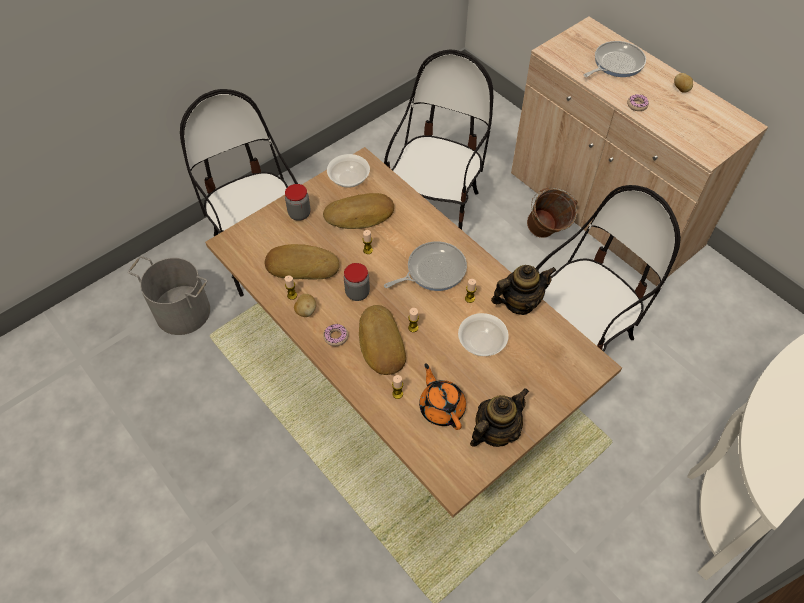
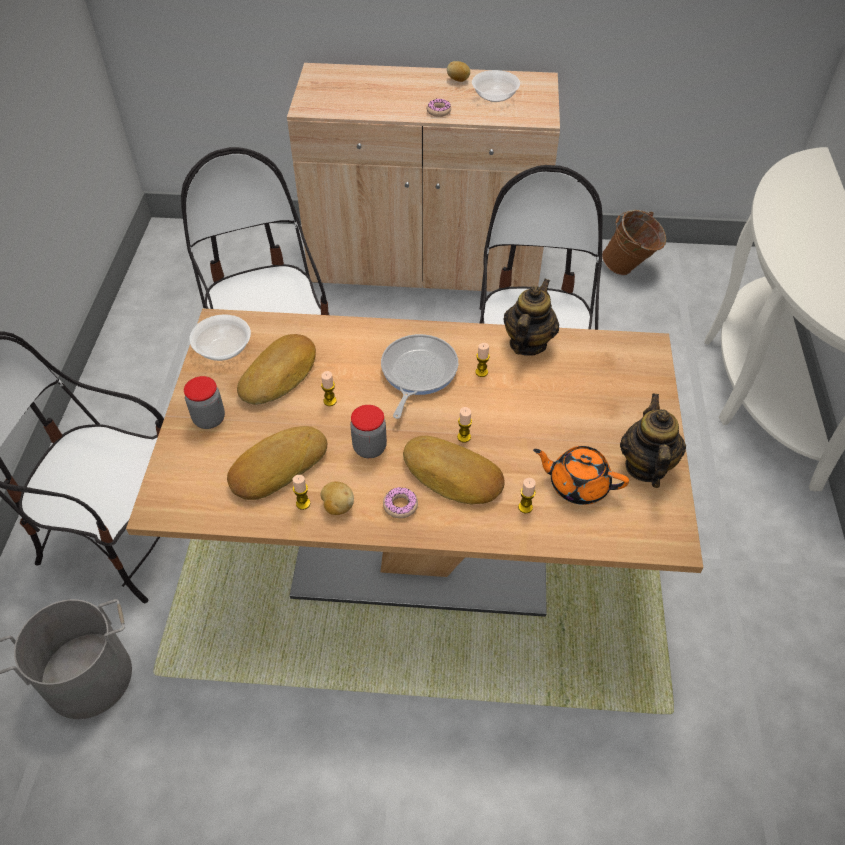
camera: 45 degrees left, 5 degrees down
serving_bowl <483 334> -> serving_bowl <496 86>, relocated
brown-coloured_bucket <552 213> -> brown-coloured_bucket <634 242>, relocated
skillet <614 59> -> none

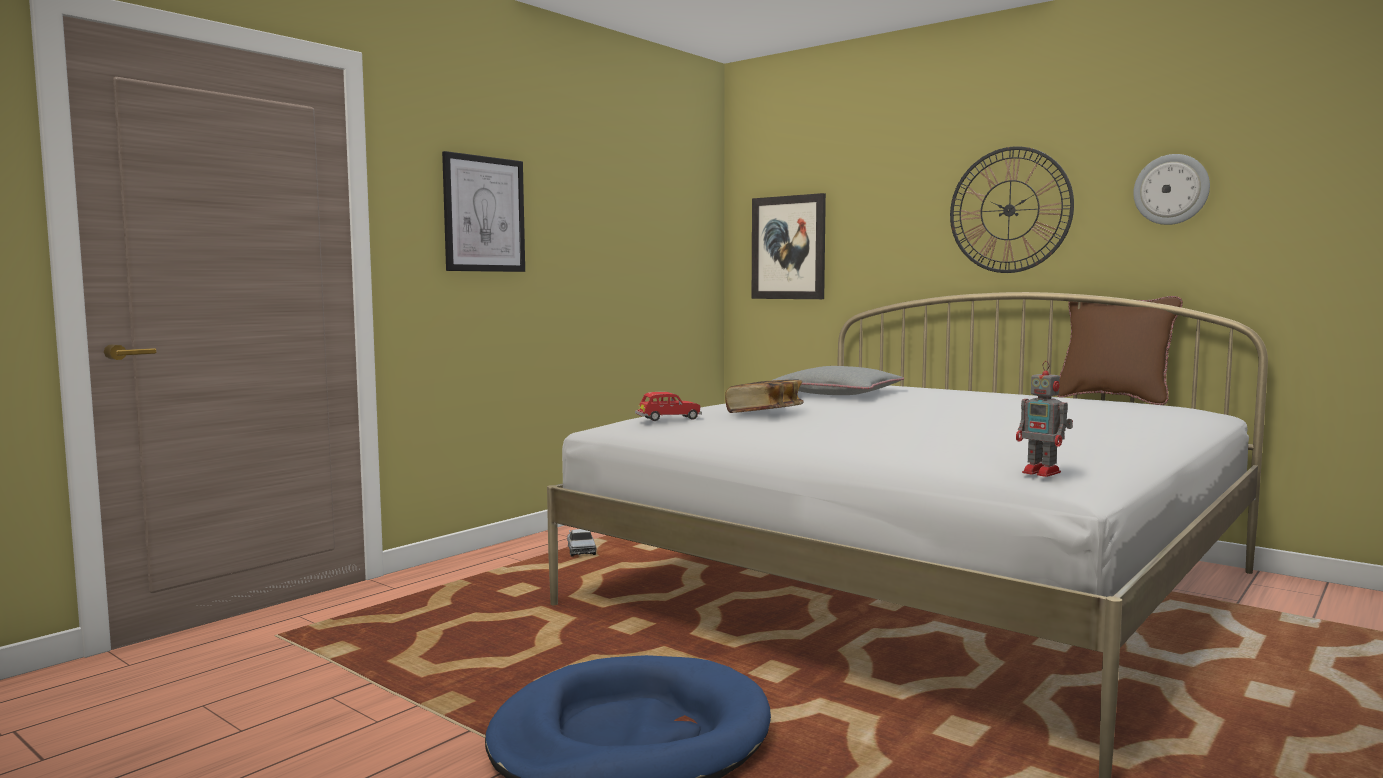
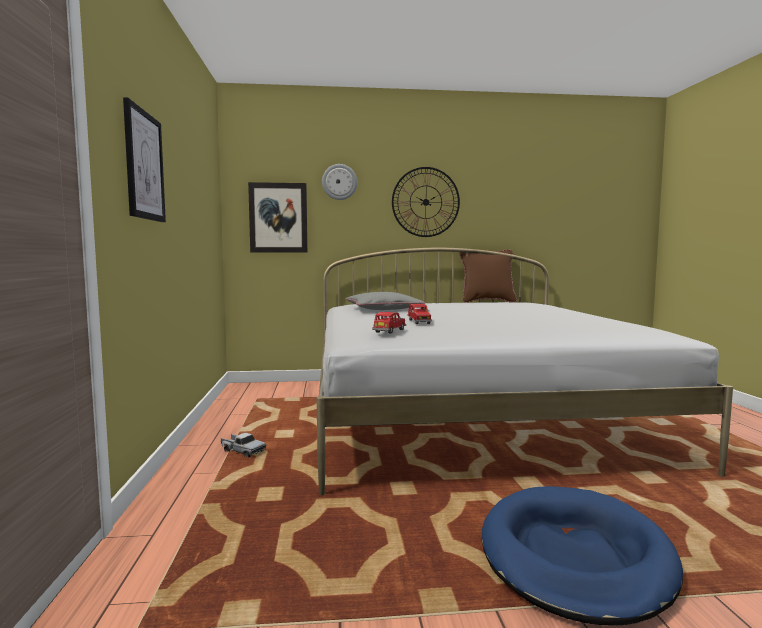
camera: 45 degrees left, 0 degrees up
volume <764 396> -> red-coloured_miniature_car <419 314>
model_robot <1044 419> -> none
hanging_clock <1171 189> -> hanging_clock <339 182>, relocated

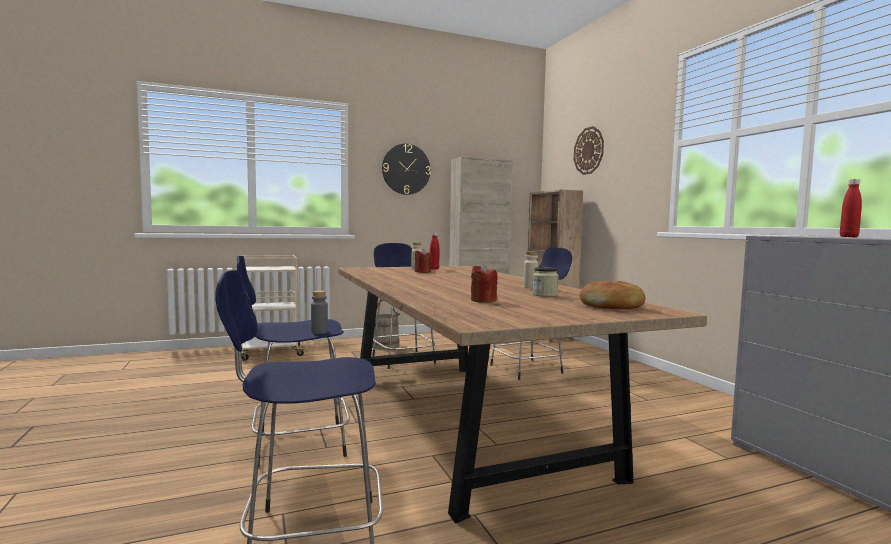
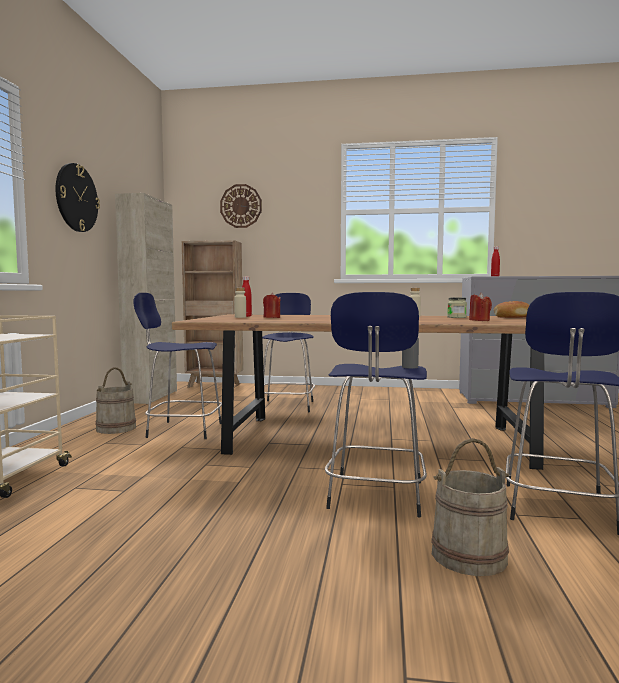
camera: 60 degrees left, 0 degrees up
none -> beige-coloured_bucket <470 507>

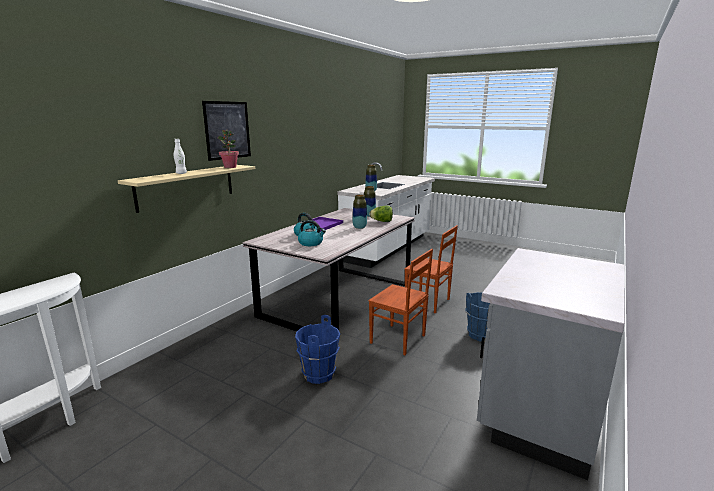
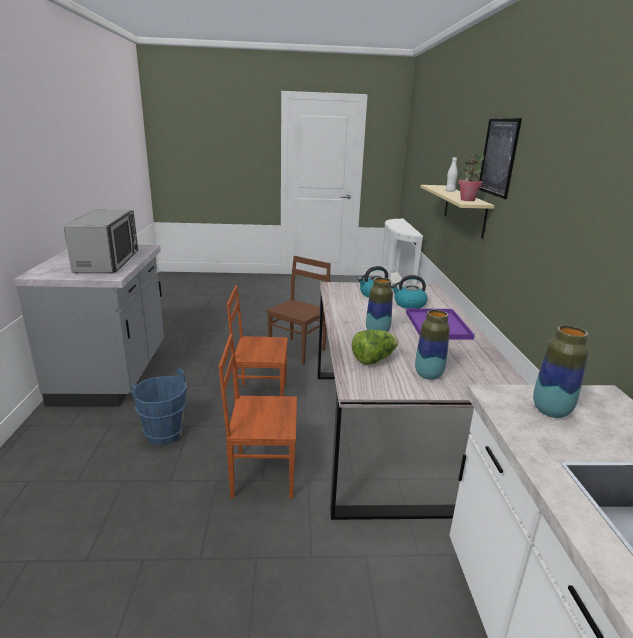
camera: 145 degrees right, 5 degrees up
blue-coloured_bucket <317 349> -> brown-coloured_chair <299 310>
none -> microwave_oven <101 241>

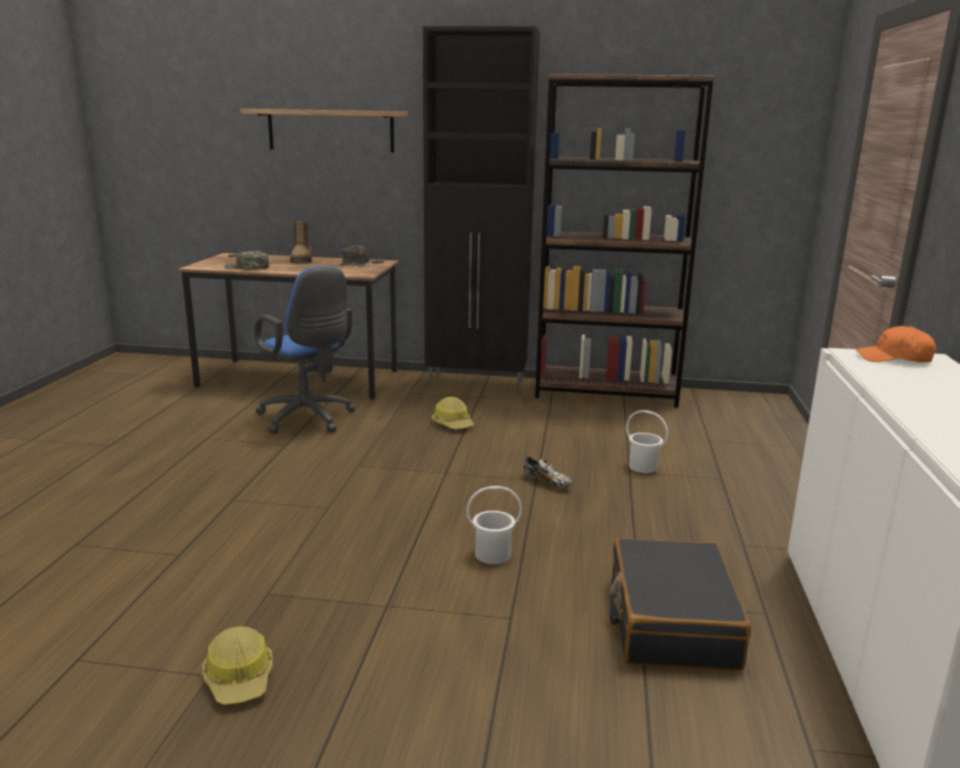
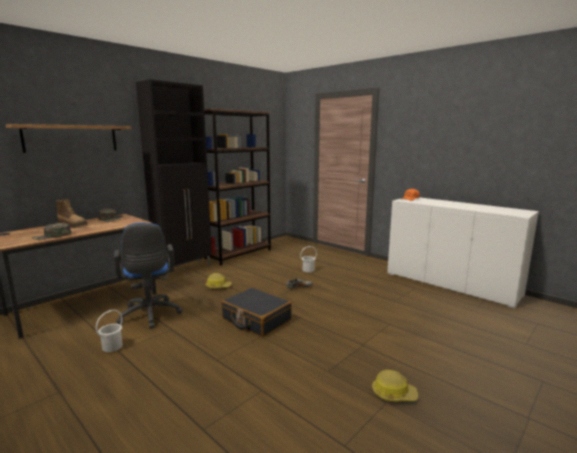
camera: 55 degrees left, 5 degrees down
blue-coloured_office_chair <305 350> -> blue-coloured_office_chair <148 276>, 75 degrees clockwise
white_bucket <494 525> -> white_bucket <109 331>, relocated
black-coloured_suitcase <680 604> -> black-coloured_suitcase <256 312>, relocated

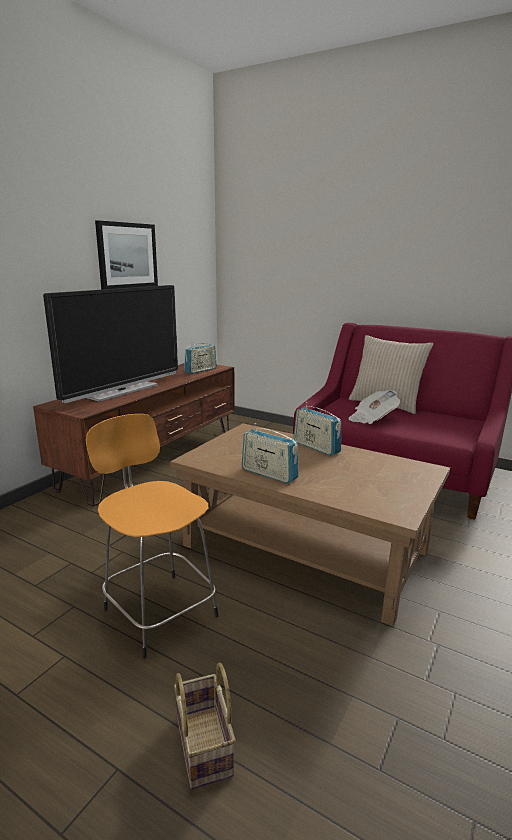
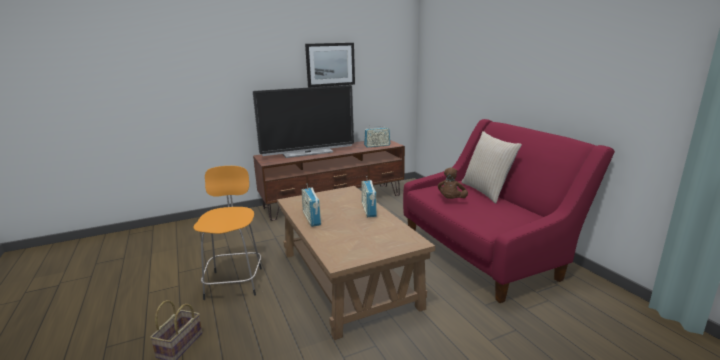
camera: 35 degrees right, 0 degrees up
newspaper <374 407> -> brown-coloured_cuddly_toy <453 183>

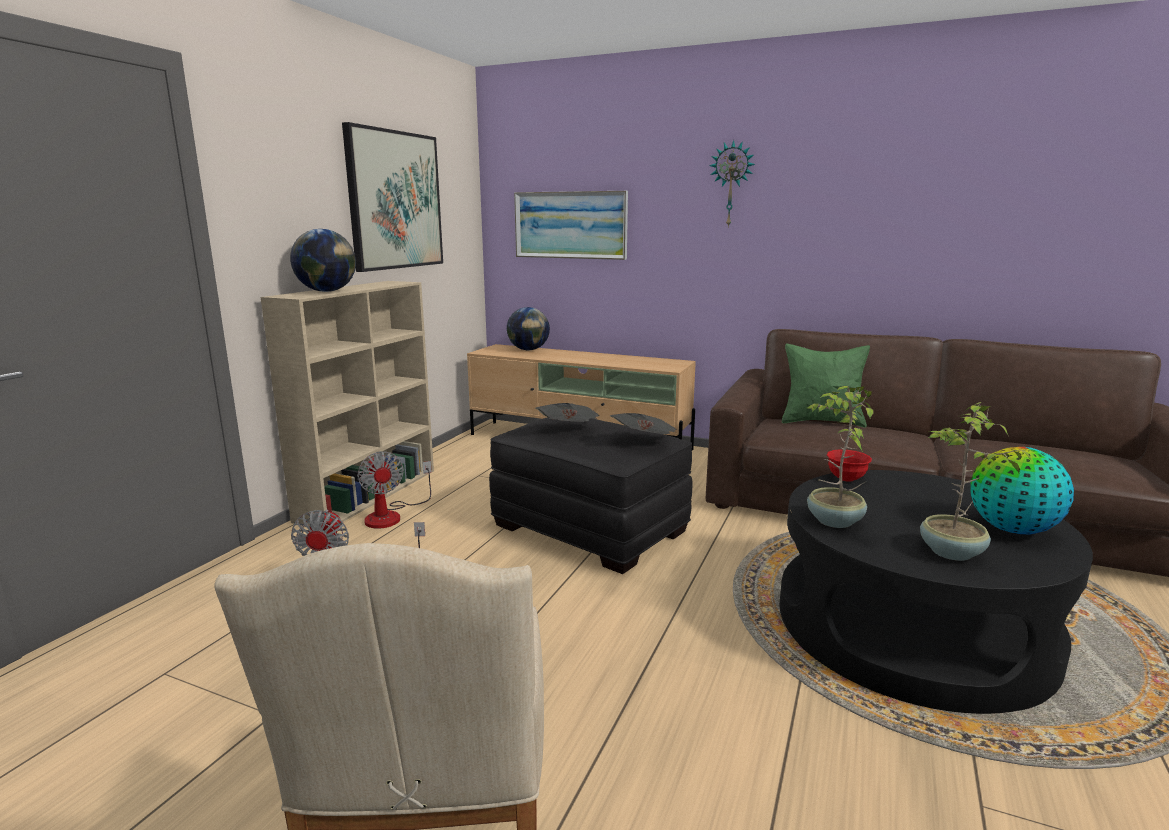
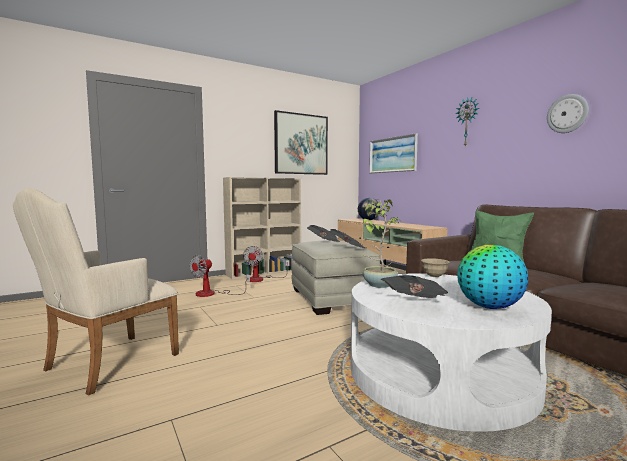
camera: 35 degrees right, 10 degrees down
desk_globe <323 260> -> none
black-coloured_ottoman <590 495> -> beige-coloured_ottoman <335 277>
black-coloured_coffee_table <936 592> -> white_coffee_table <451 352>
red-coloured_serving_bowl <849 465> -> beige-coloured_serving_bowl <435 267>
potted_plant <975 481> -> newspaper <414 286>
none -> hanging_clock <568 113>

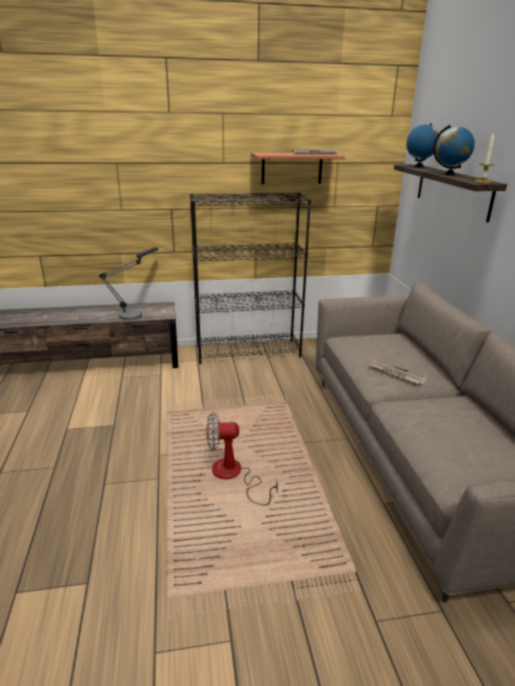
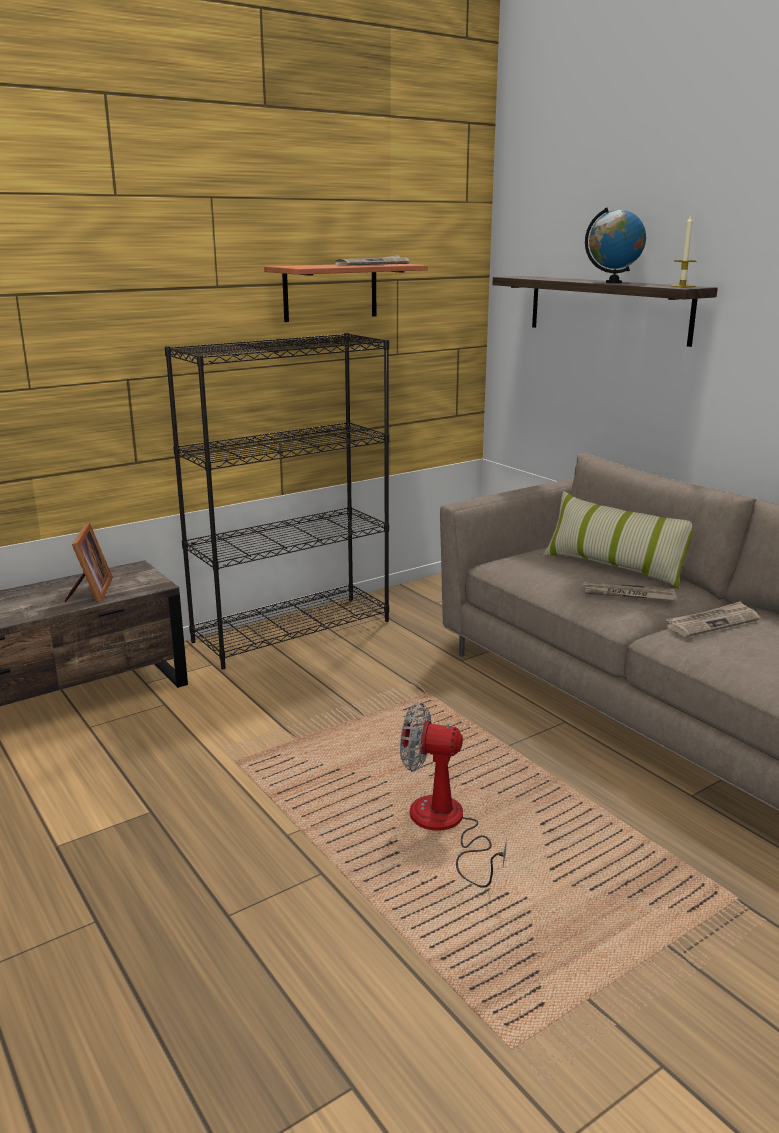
camera: 25 degrees left, 5 degrees down
table_lamp <128 283> -> picture_frame <88 563>
cooling_fan <242 459> -> cooling_fan <453 795>, 45 degrees clockwise
desk_globe <423 145> -> none
none -> cushion <618 540>
none -> newspaper <713 619>

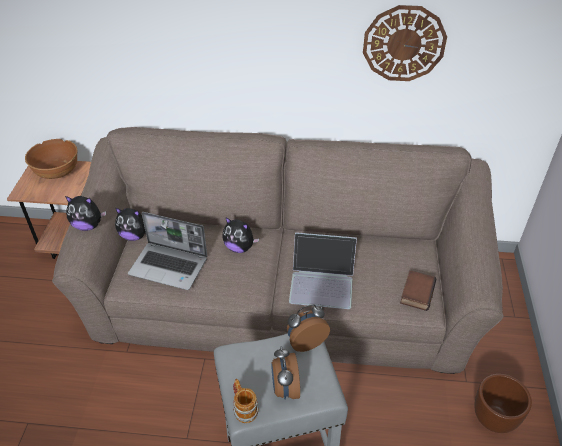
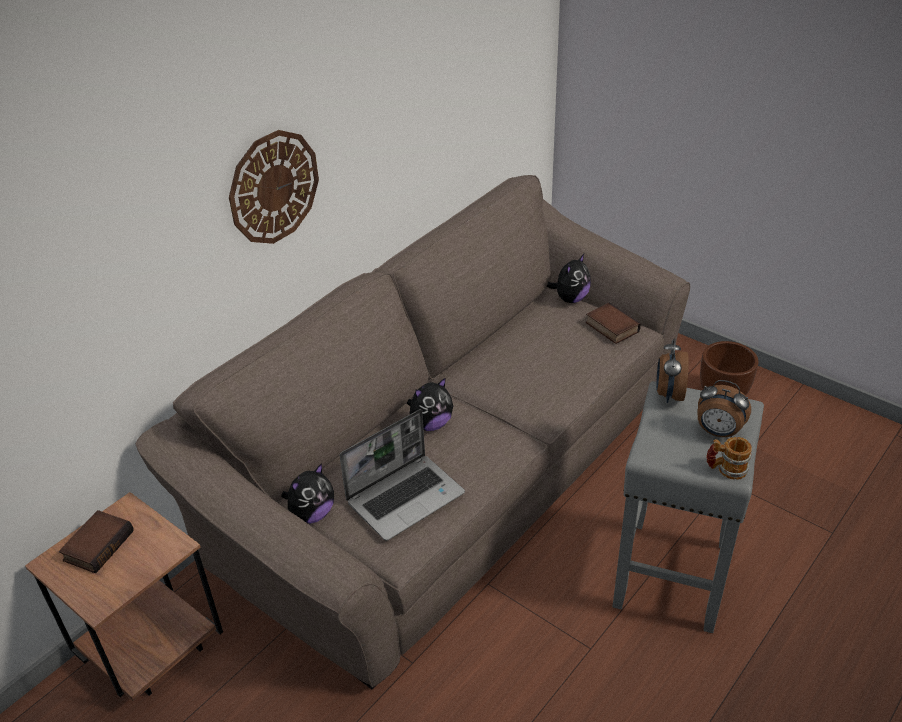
camera: 55 degrees left, 5 degrees down
brown-coloured_serving_bowl <51 159> -> volume <96 541>
cuddly_toy <85 213> -> cuddly_toy <569 278>, relocated
laptop <323 270> -> none
hanging_clock <405 43> -> hanging_clock <274 187>, relocated

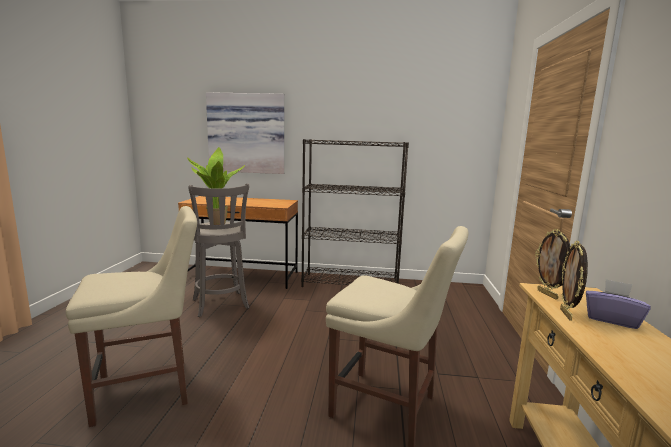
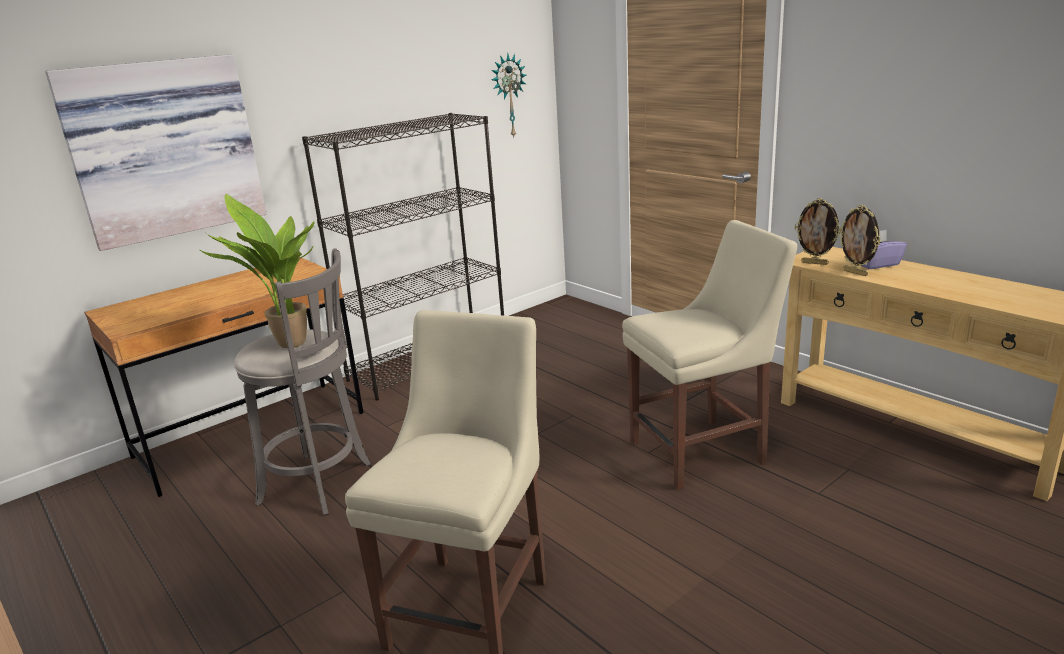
camera: 45 degrees left, 10 degrees up
none -> hanging_clock <509 95>

